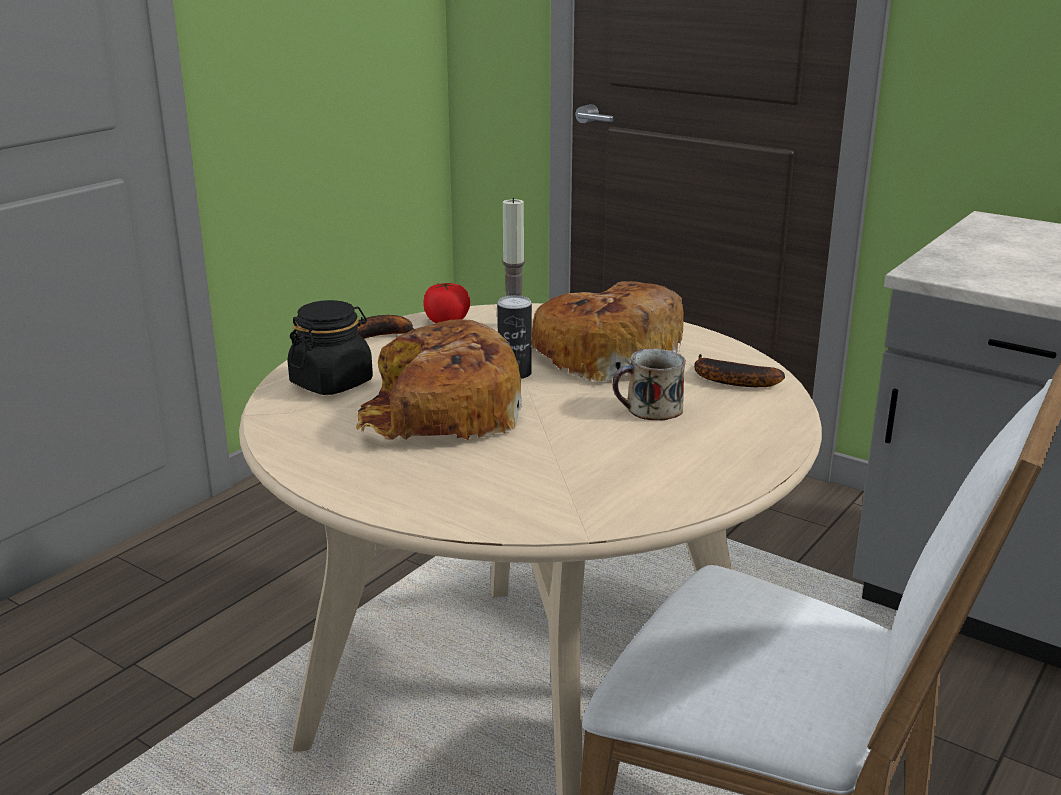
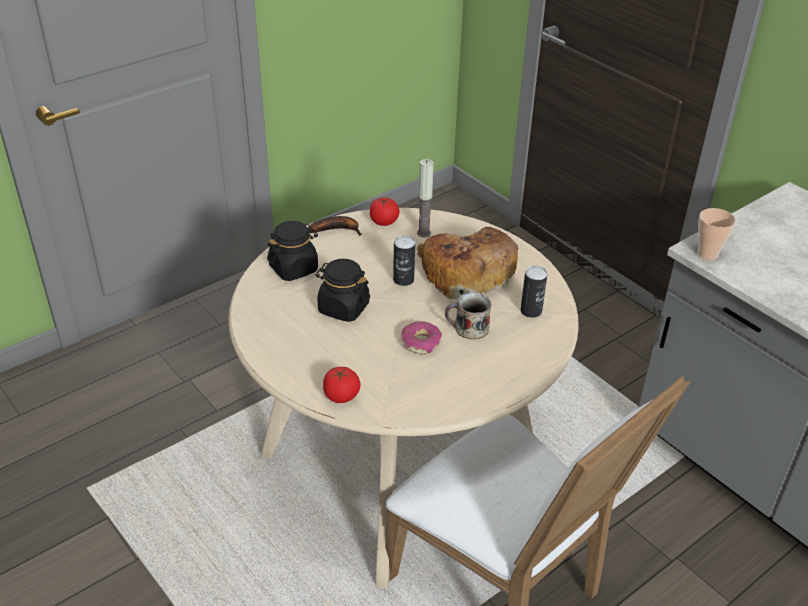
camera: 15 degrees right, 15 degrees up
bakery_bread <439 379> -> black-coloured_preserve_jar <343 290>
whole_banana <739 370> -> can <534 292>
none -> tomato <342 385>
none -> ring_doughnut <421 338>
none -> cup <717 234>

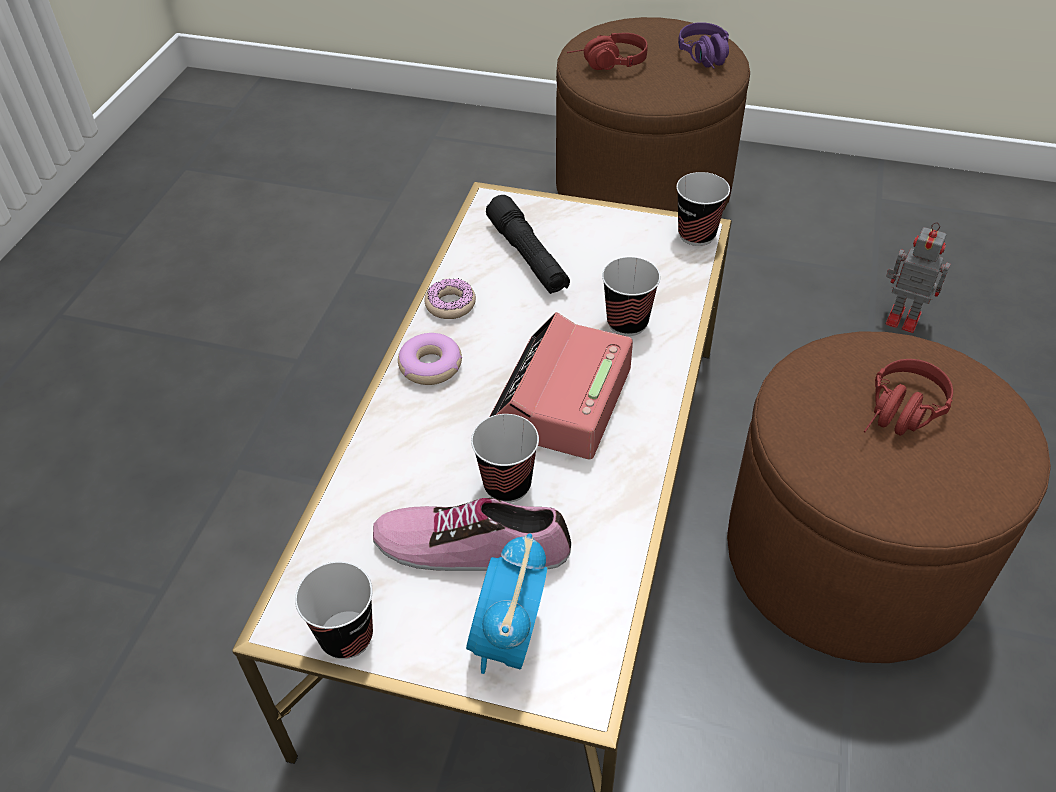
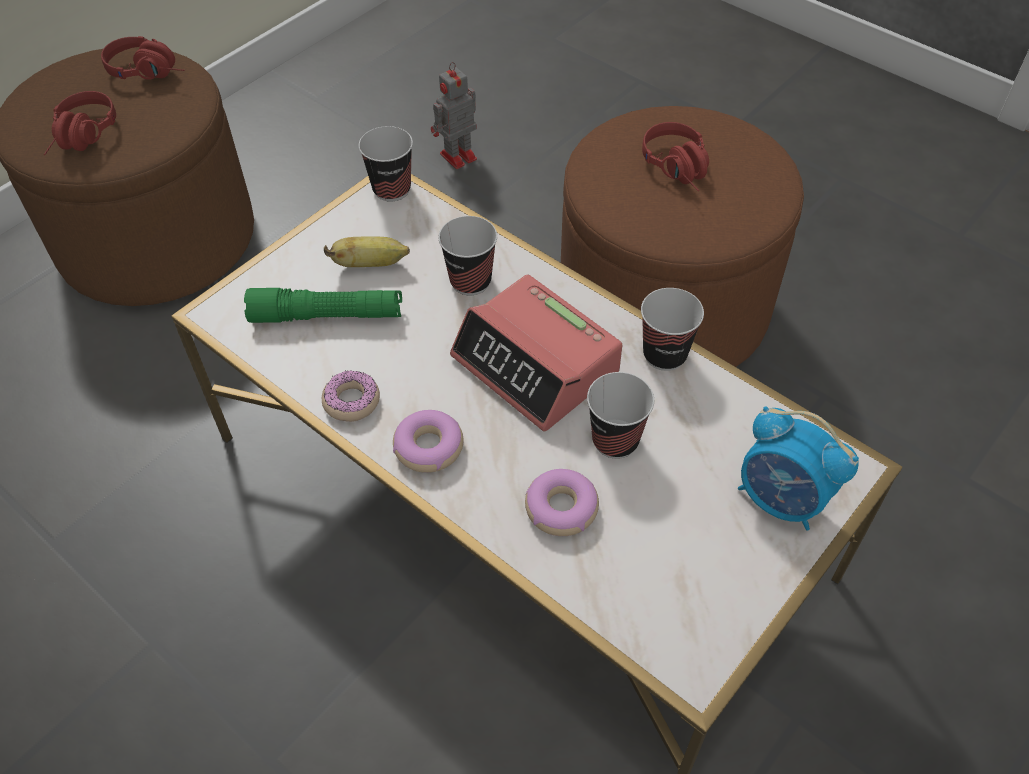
camera: 65 degrees left, 5 degrees up
cup <334 610> -> cup <672 329>, relocated
item_of_footwear <472 534> -> none
black-coloured_hand_torch <528 244> -> greenish_hand_torch <323 305>
purple-coloured_headset <703 45> -> red-coloured_headset <142 58>
none -> whole_banana <367 251>
none -> ring_doughnut <562 502>

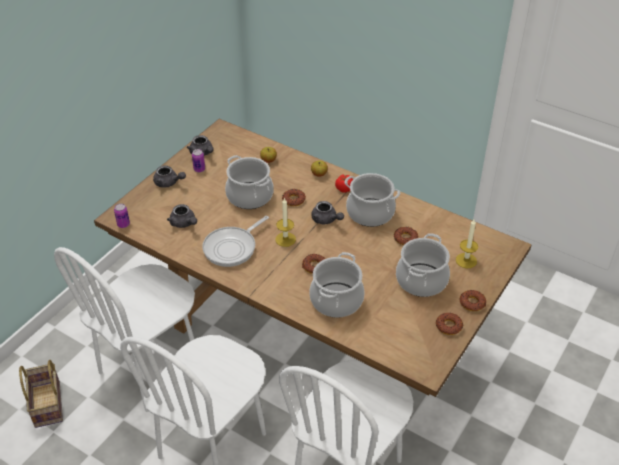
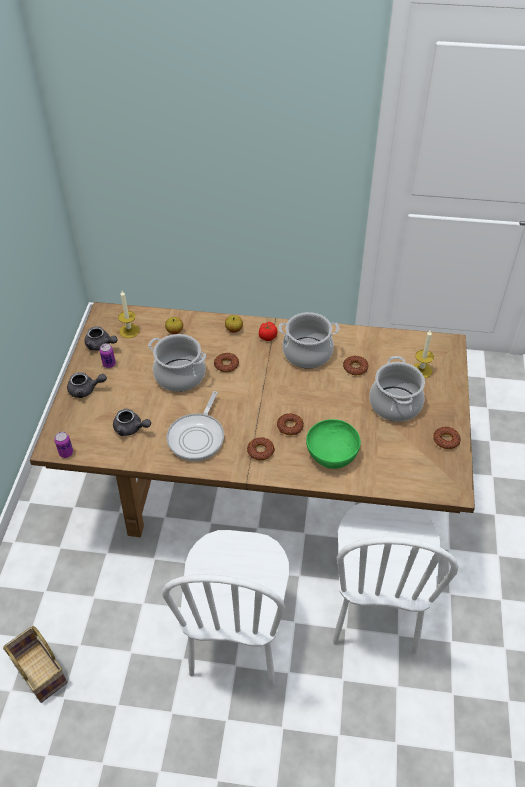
camera: 25 degrees left, 5 degrees up
white_chair <124 329> -> none
wax_candle <285 222> -> wax_candle <128 314>, relocated
cooking_pot <337 285> -> greenish_serving_bowl <333 444>
greyish_teapot <327 212> -> none
ring_doughnut <473 300> -> ring_doughnut <261 448>, relocated

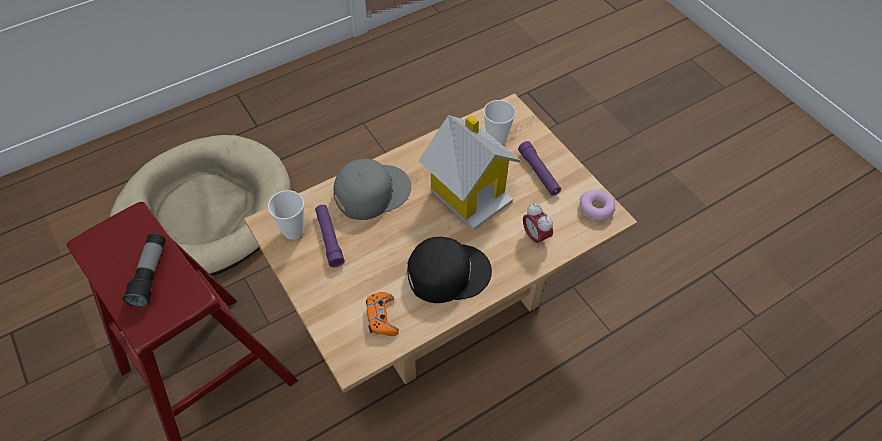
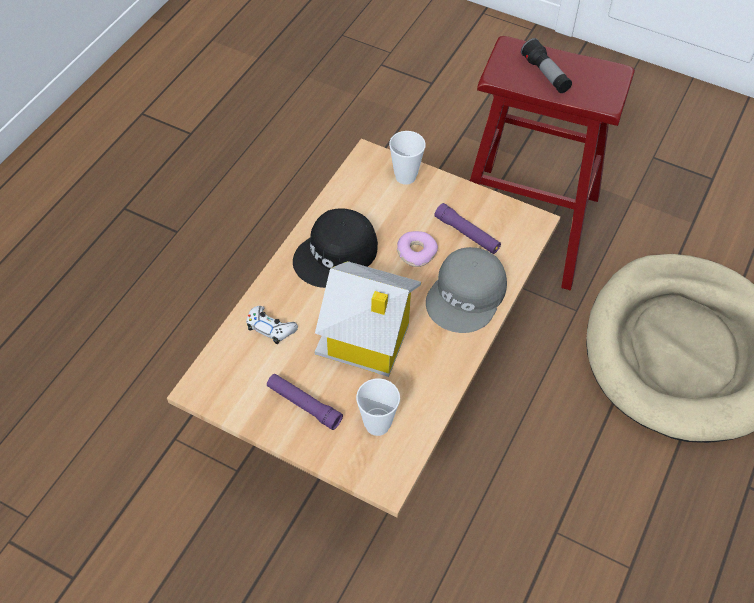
camera: 150 degrees right, 0 degrees up
cup <286 215> -> cup <407 158>, relocated
orange_joypad <382 314> -> none
table_clock <538 225> -> white_joypad <272 325>
ring_doughnut <598 205> -> ring_doughnut <417 249>, relocated

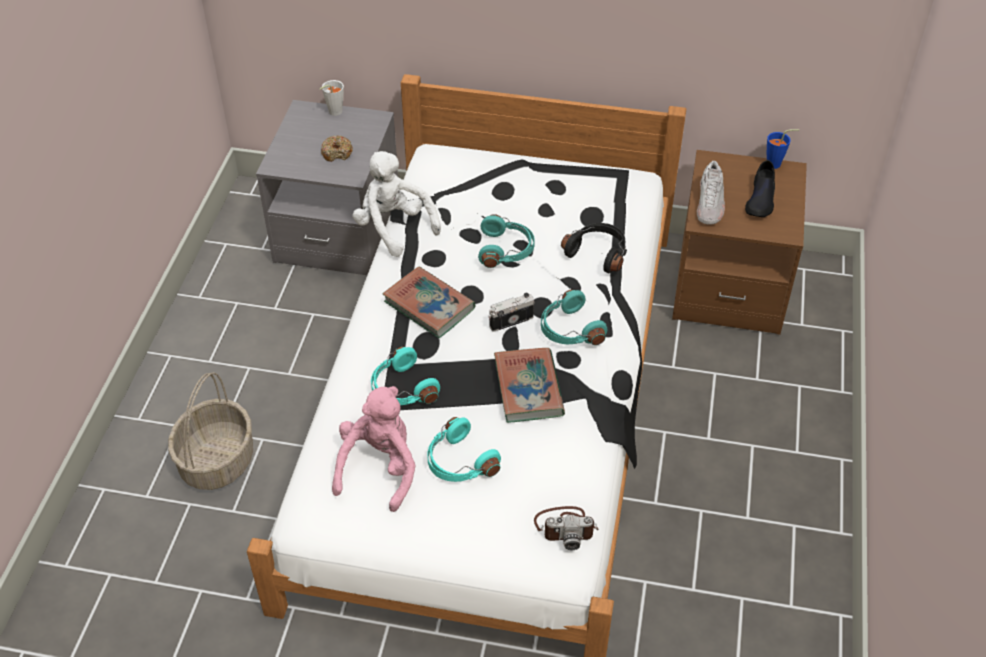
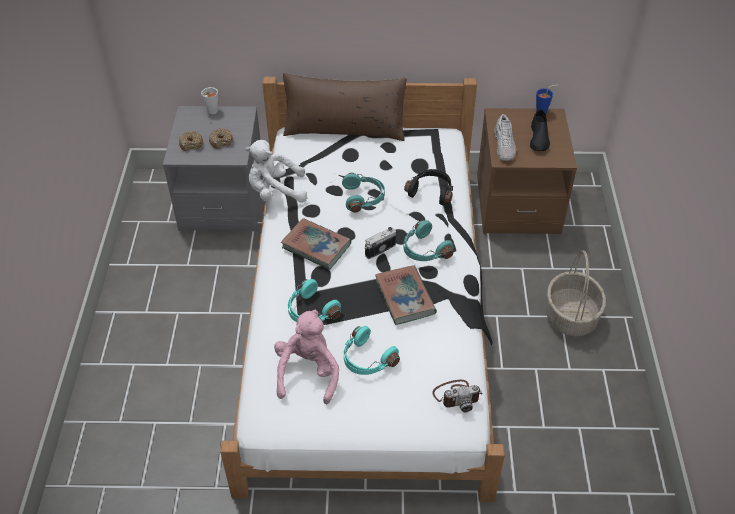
camera: 10 degrees left, 0 degrees up
household_basket <210 431> -> household_basket <576 293>, relocated
white_cuddly_toy <397 204> -> white_cuddly_toy <276 171>, 45 degrees counterclockwise
none -> ring_doughnut <191 141>
none -> brown-coloured_cushion <344 107>

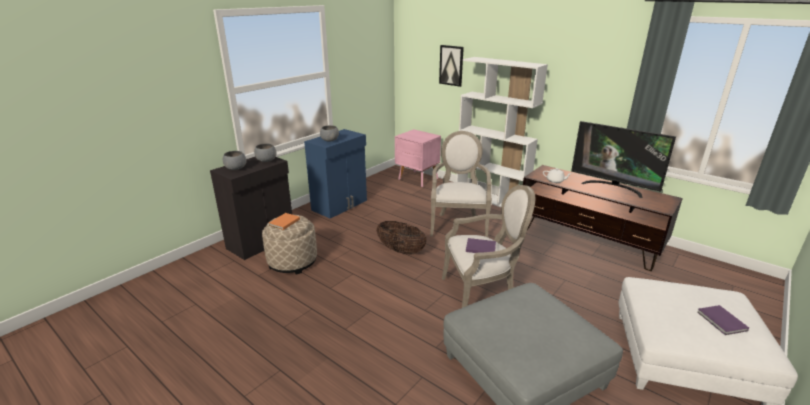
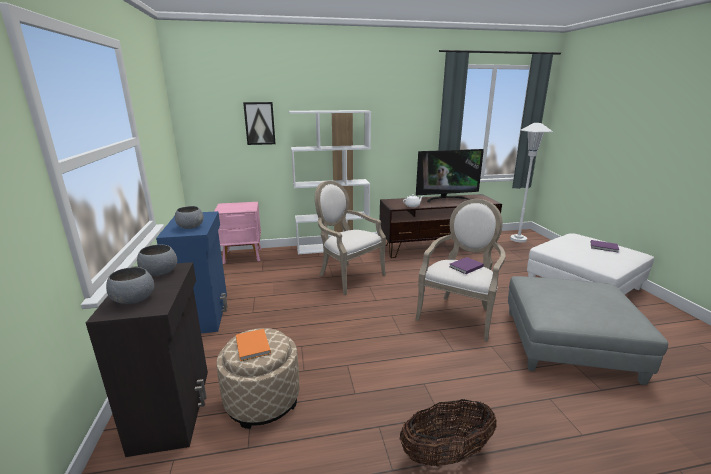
camera: 50 degrees left, 5 degrees down
household_basket <401 237> -> household_basket <448 433>, relocated
none -> white_floor_lamp <531 182>

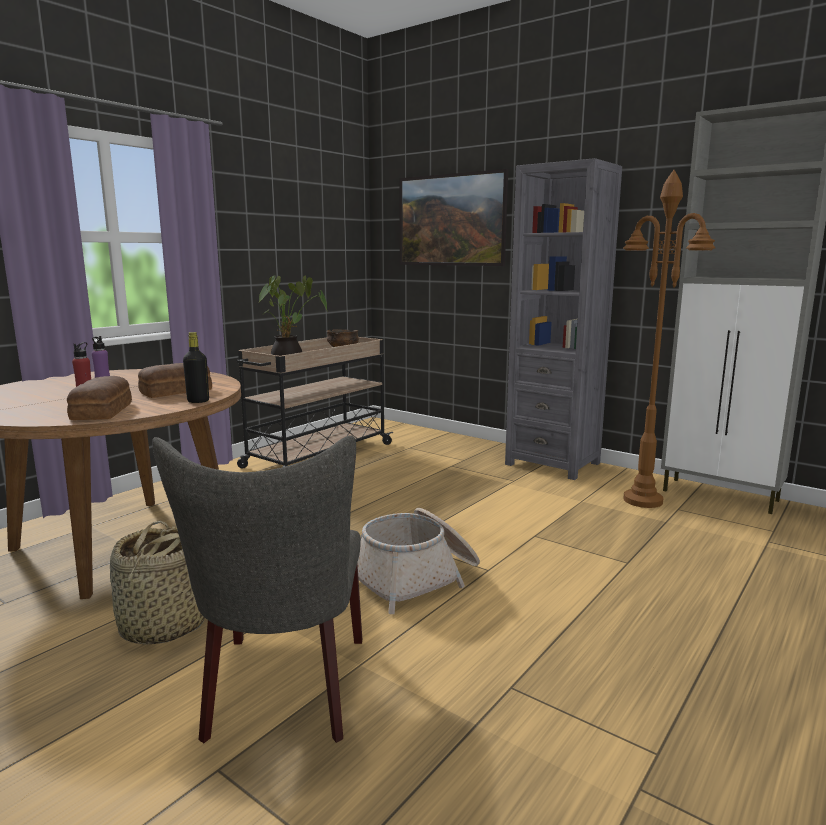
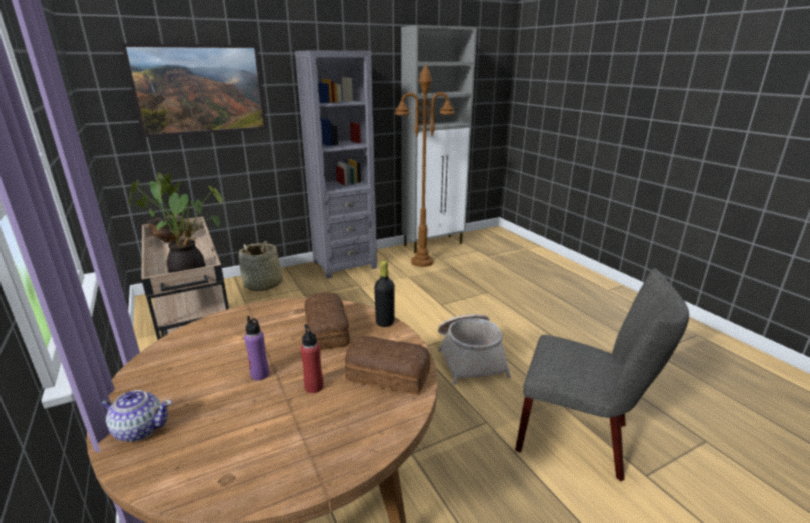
camera: 65 degrees left, 10 degrees up
household_basket <157 583> -> household_basket <261 266>, relocated
none -> teapot <136 416>

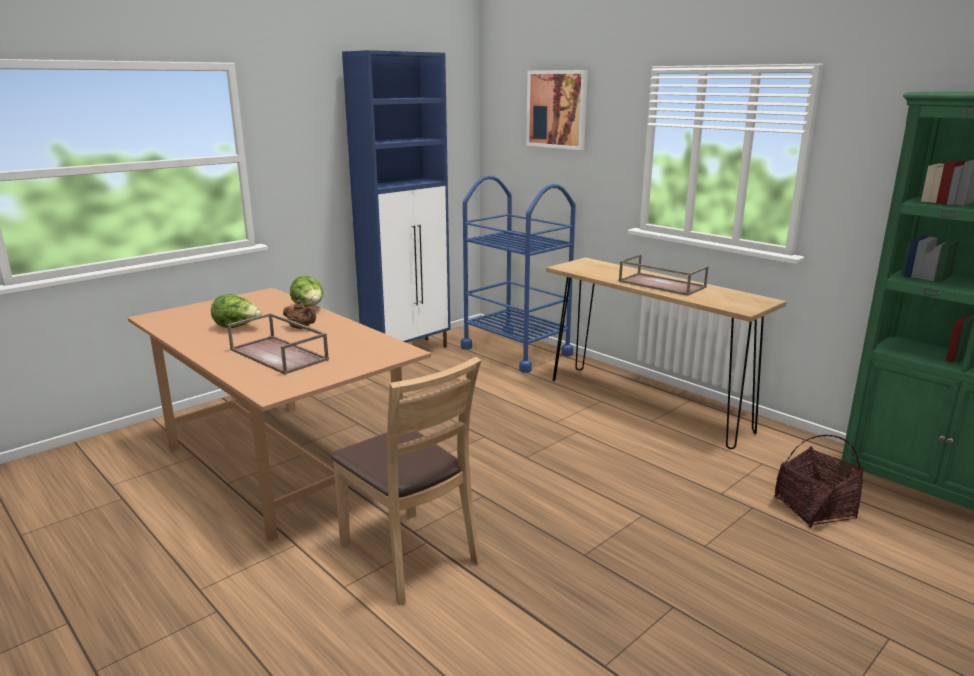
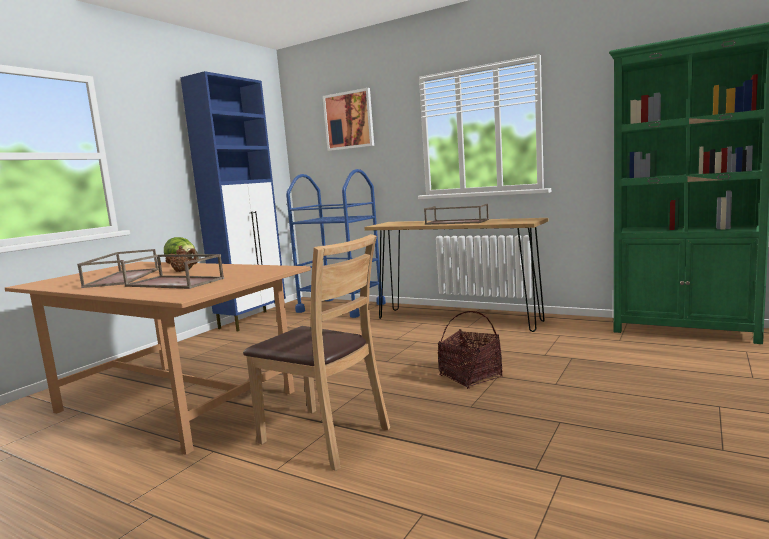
camera: 15 degrees left, 10 degrees down
head_of_lettuce <236 311> -> brown-coloured_carrying_tray <118 268>
household_basket <818 481> -> household_basket <470 350>, relocated

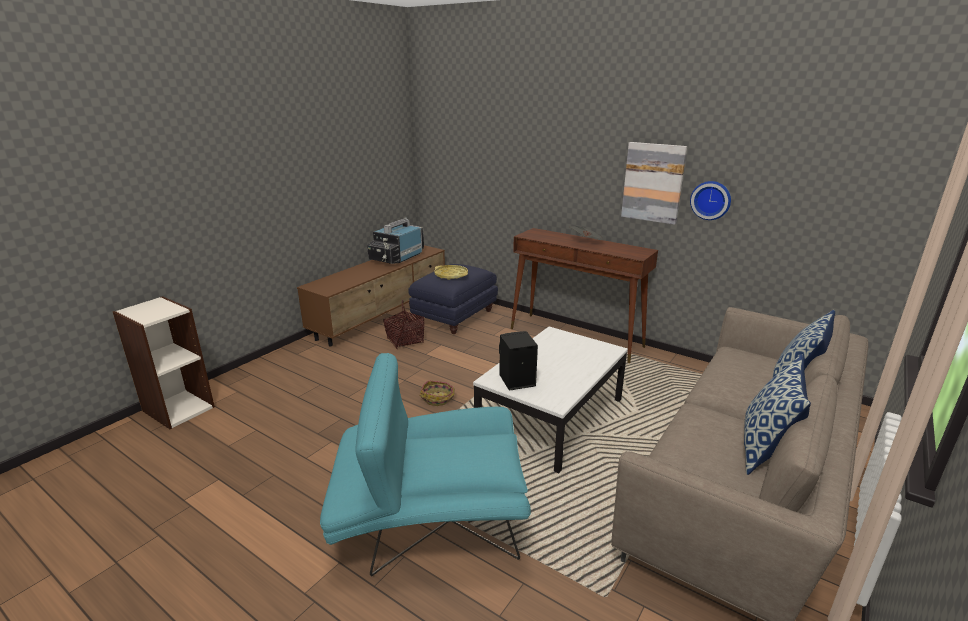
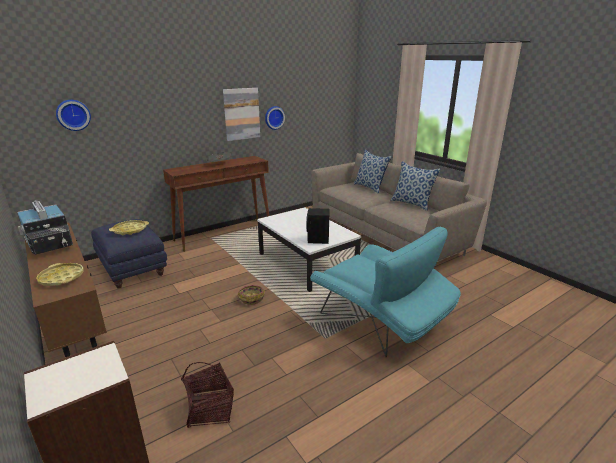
camera: 70 degrees left, 0 degrees up
turquoise_armchair <425 464> -> turquoise_armchair <385 291>, 60 degrees counterclockwise
household_basket <403 324> -> household_basket <207 395>, relocated
none -> yellowish_carrying_tray <60 274>
none -> hanging_clock <73 115>

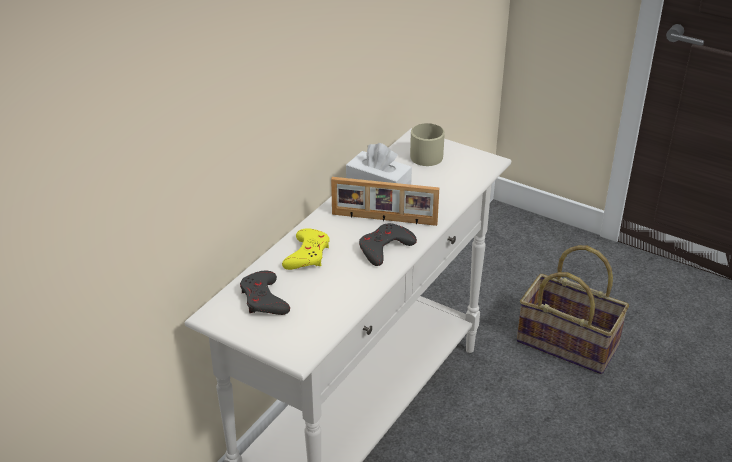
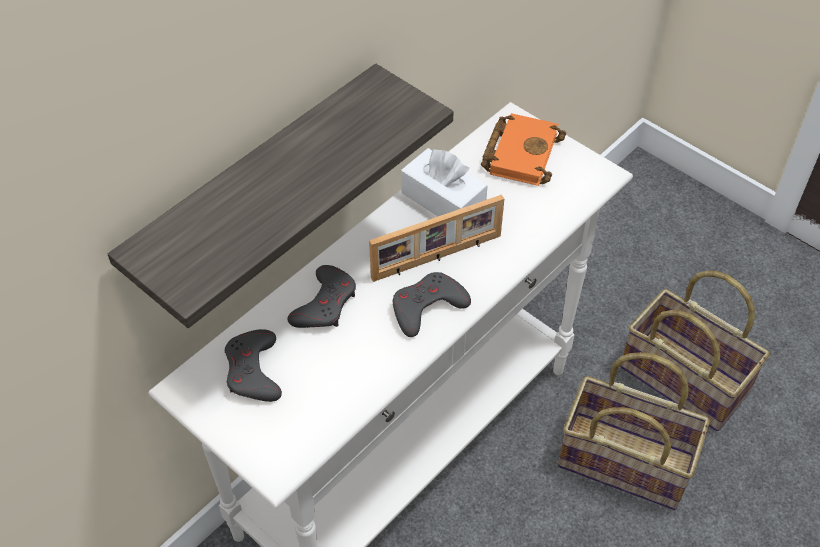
camera: 10 degrees right, 15 degrees up
yellowish_joypad <305 249> -> greyish_joypad <321 296>
picture_frame <385 201> -> picture_frame <436 238>, 45 degrees counterclockwise
beige-coloured_tea_mug <427 144> -> orange_volume <523 149>
none -> bracket_shelf <280 196>
none -> household_basket <634 431>

